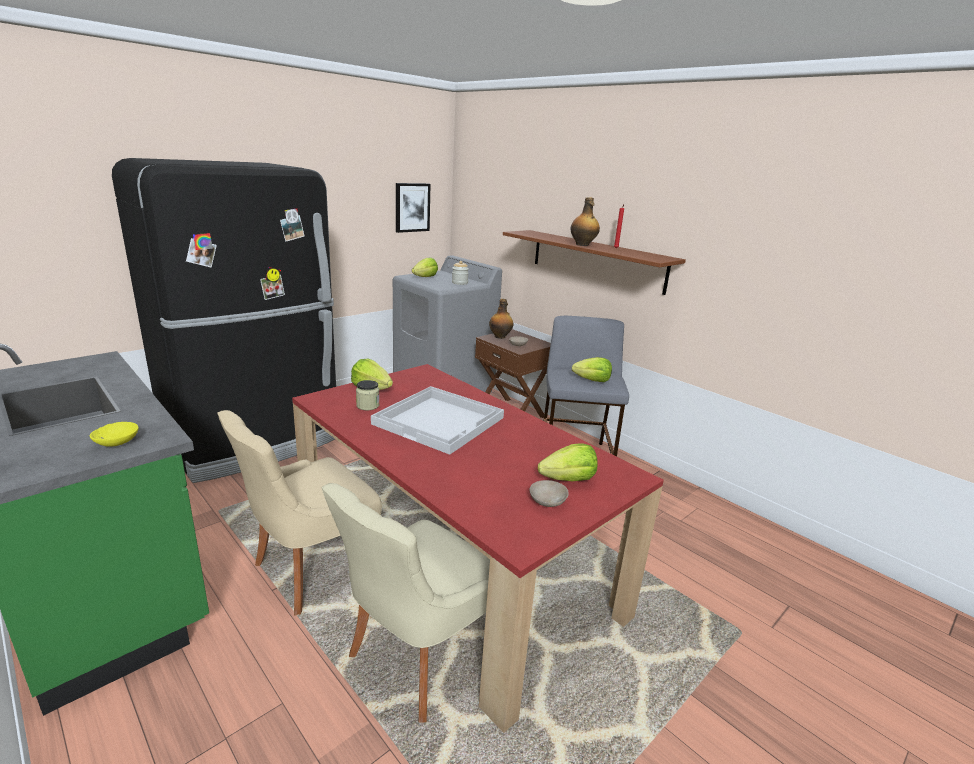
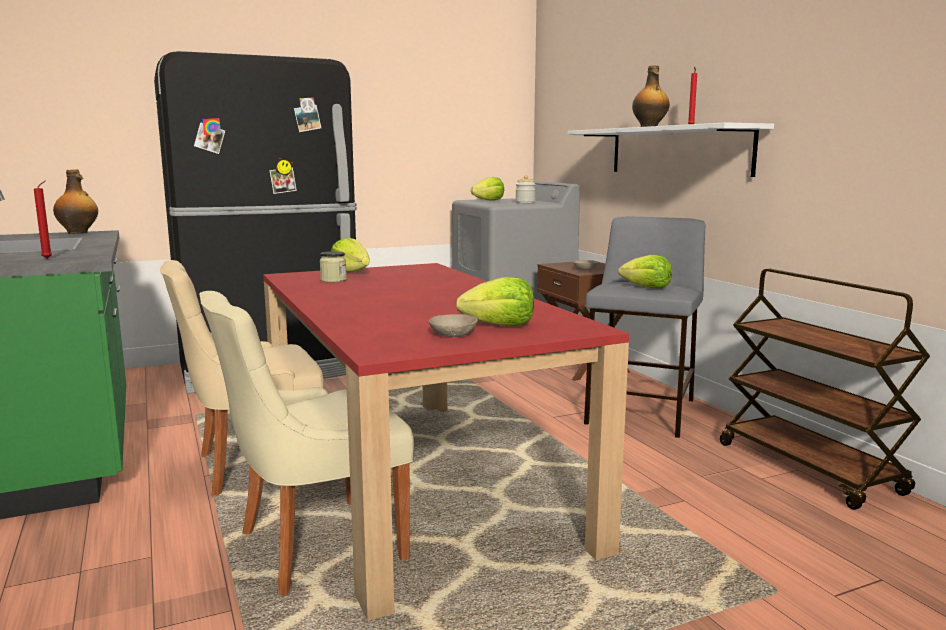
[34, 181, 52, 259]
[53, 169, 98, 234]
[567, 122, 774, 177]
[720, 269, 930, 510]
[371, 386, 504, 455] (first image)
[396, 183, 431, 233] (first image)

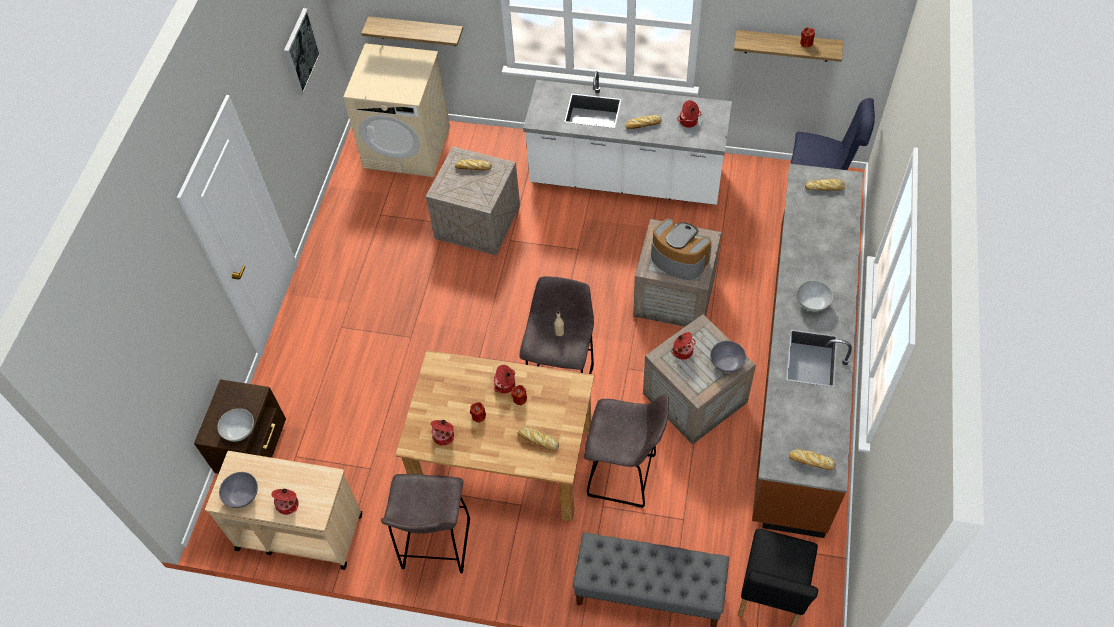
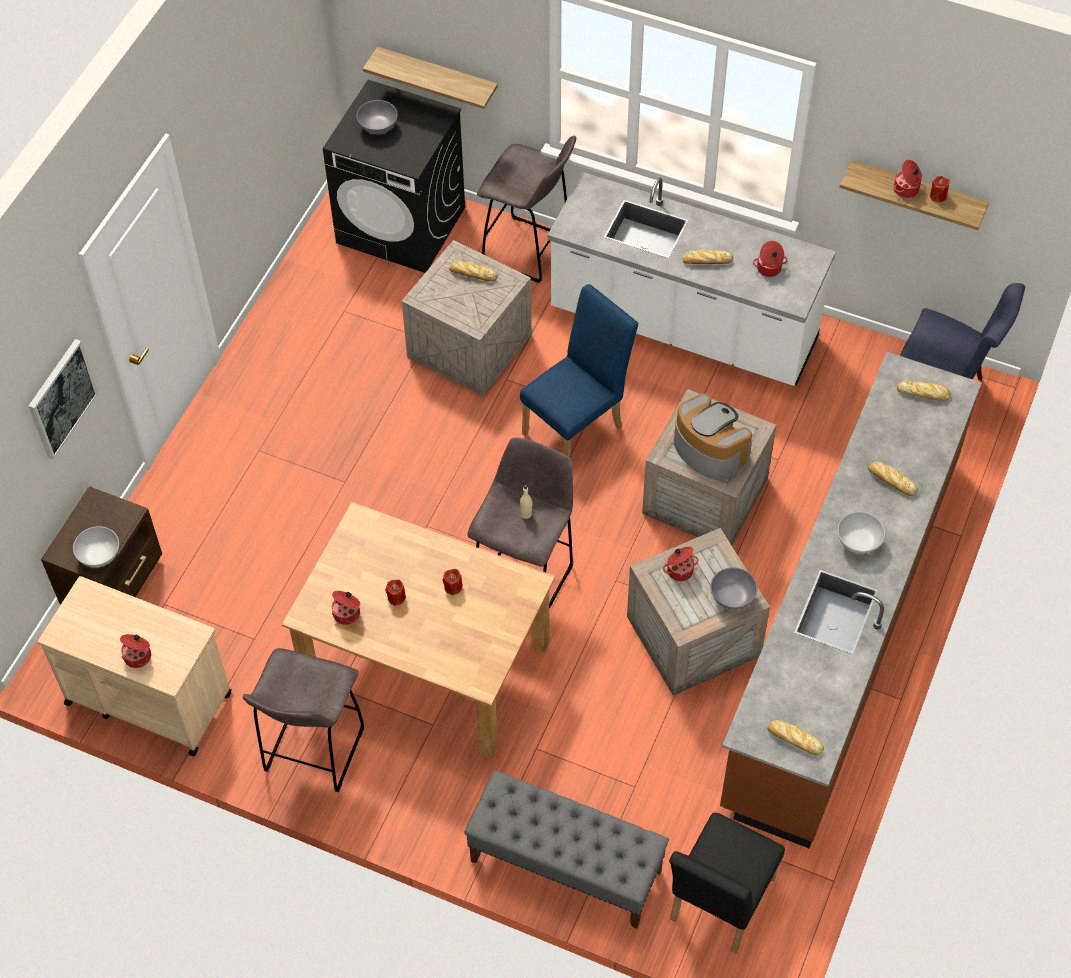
[29, 339, 98, 460]
[323, 80, 465, 273]
[357, 100, 398, 134]
[477, 136, 576, 283]
[520, 284, 638, 458]
[868, 462, 918, 496]
[894, 160, 922, 198]

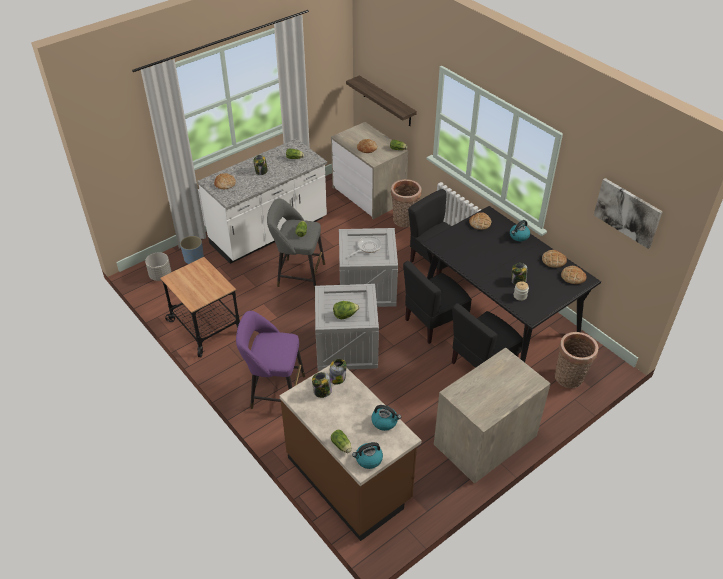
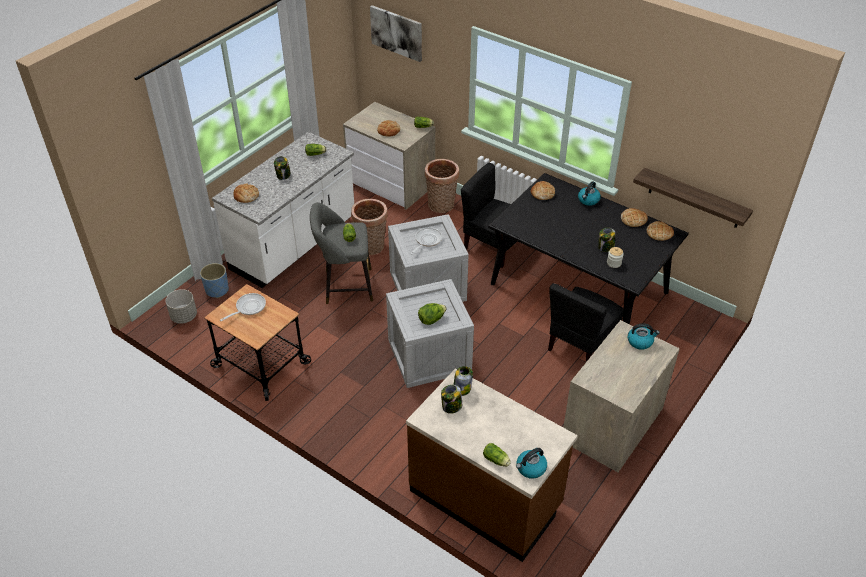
[220, 293, 266, 321]
[351, 199, 388, 255]
[370, 5, 422, 62]
[628, 324, 660, 350]
[633, 168, 753, 228]
[236, 311, 305, 409] (first image)
[403, 261, 472, 344] (first image)

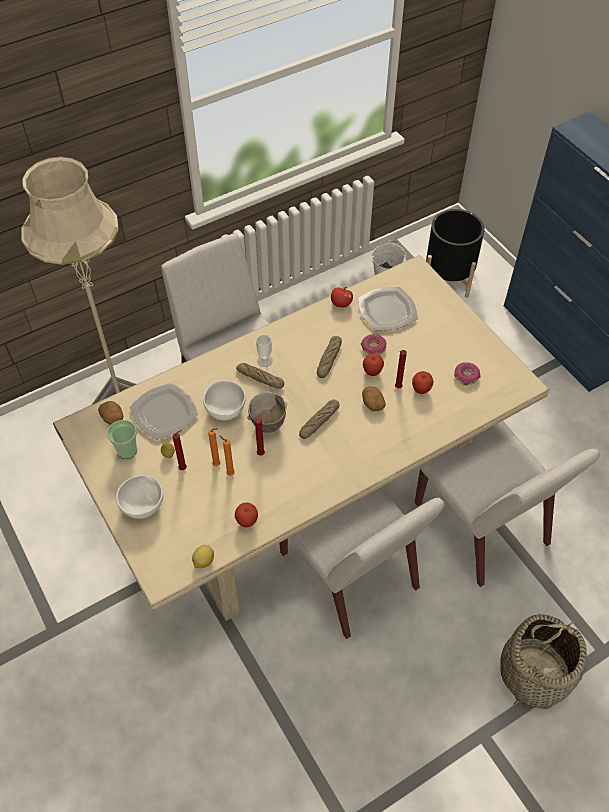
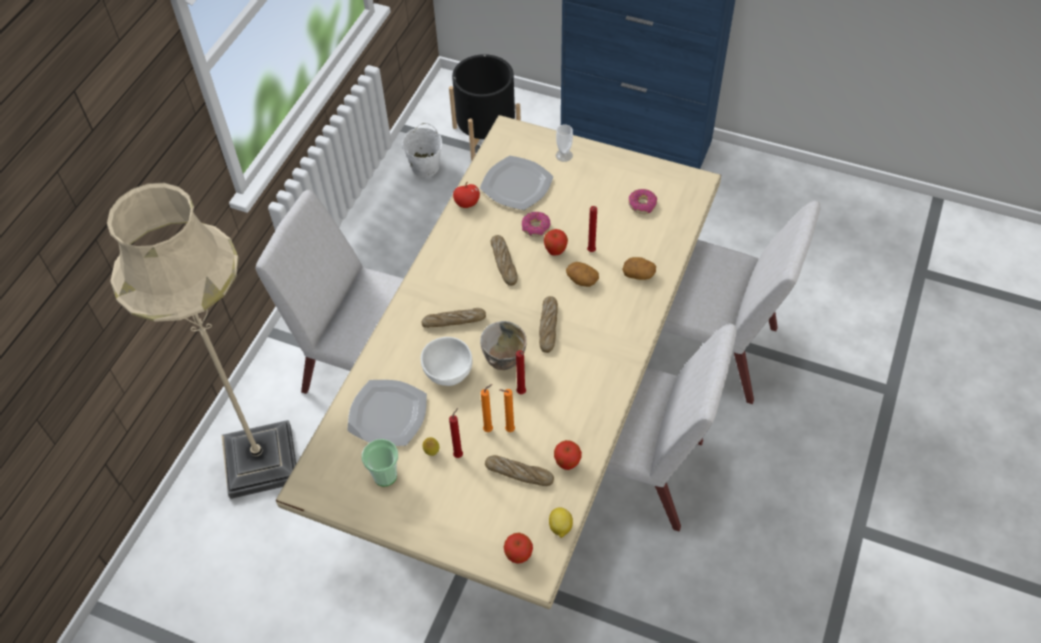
[485, 455, 554, 486]
[504, 533, 533, 564]
[556, 124, 573, 162]
[622, 257, 656, 280]
[116, 475, 163, 519] (first image)
[500, 614, 587, 709] (first image)

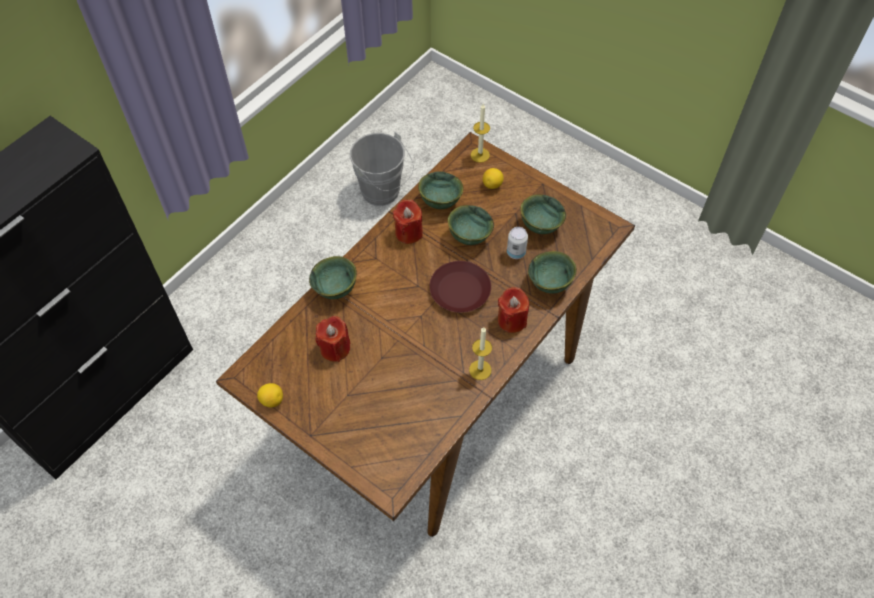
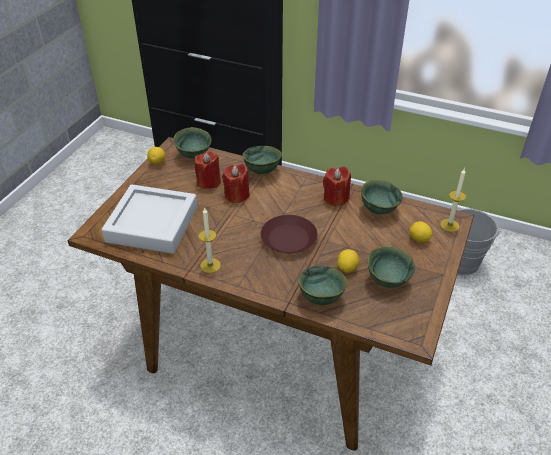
[102, 184, 197, 254]
[173, 127, 212, 159]
[222, 164, 250, 203]
[337, 249, 359, 273]

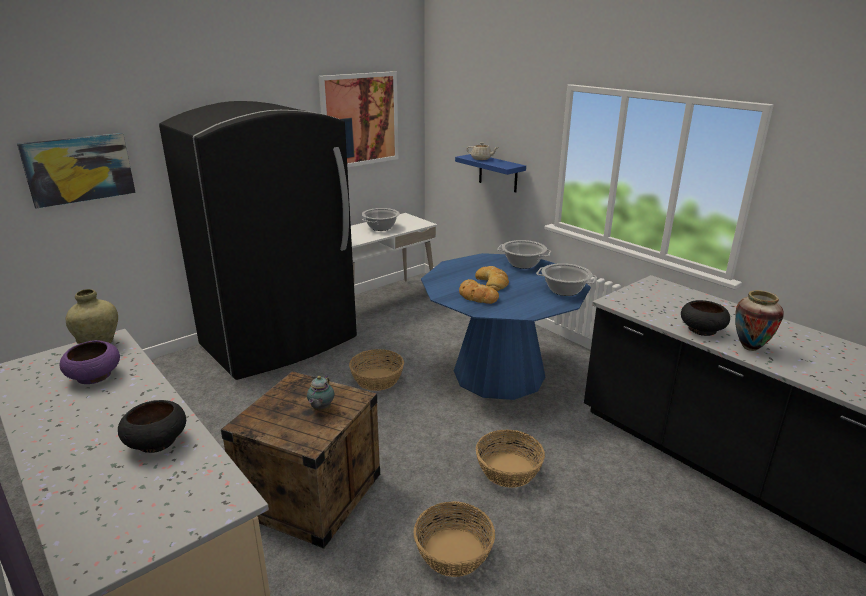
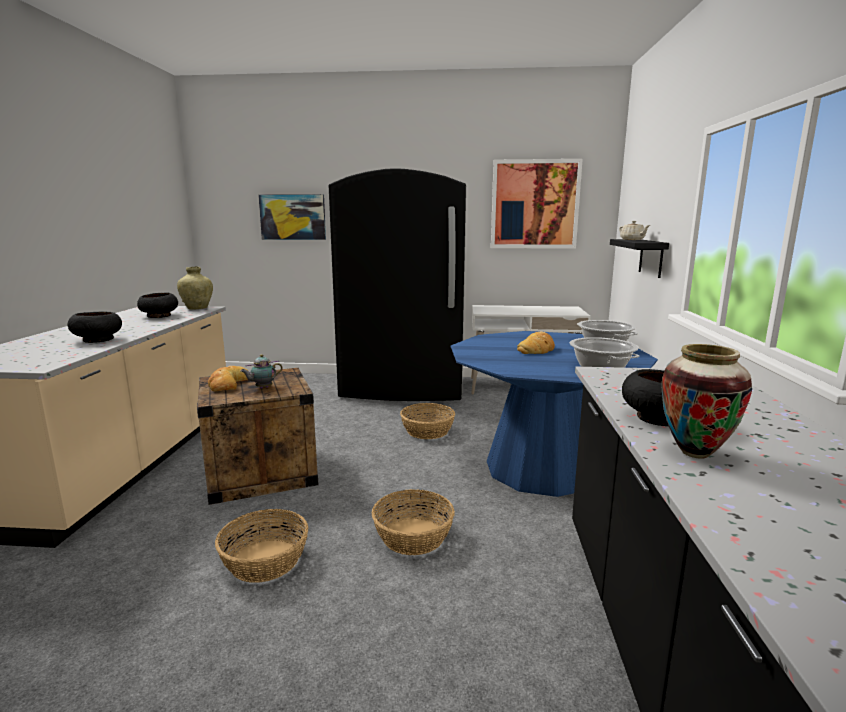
[137, 293, 178, 318]
[208, 366, 248, 392]
[610, 239, 669, 278]
[362, 208, 400, 231] (first image)

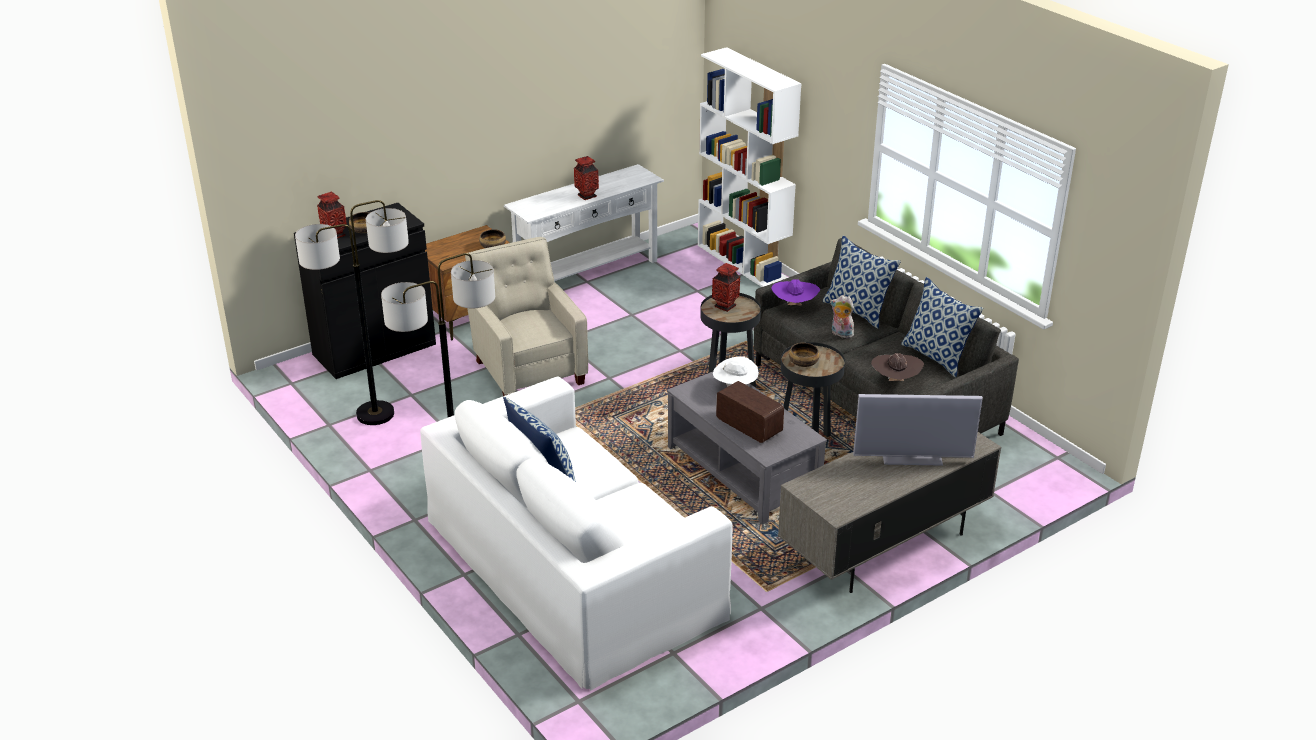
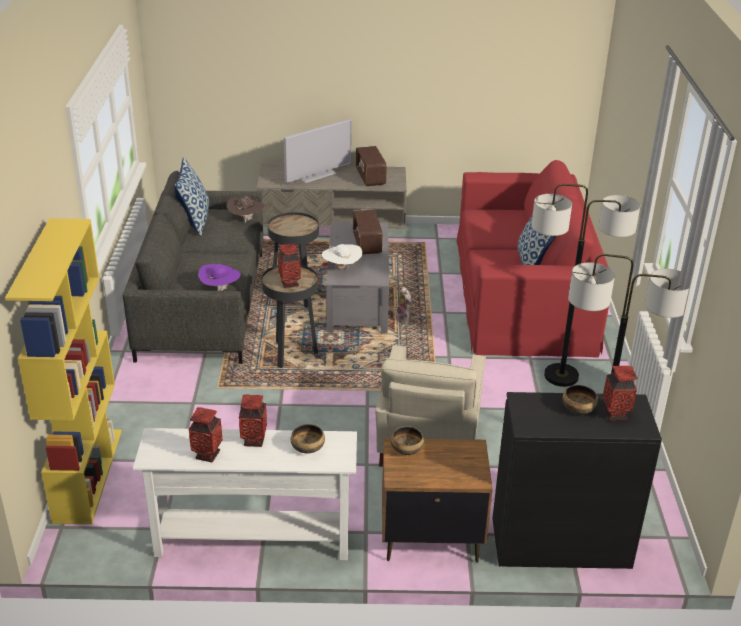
[5, 218, 122, 524]
[189, 407, 223, 462]
[284, 119, 352, 183]
[291, 424, 325, 453]
[356, 146, 387, 186]
[396, 287, 413, 324]
[457, 160, 609, 358]
[823, 236, 901, 329] (first image)

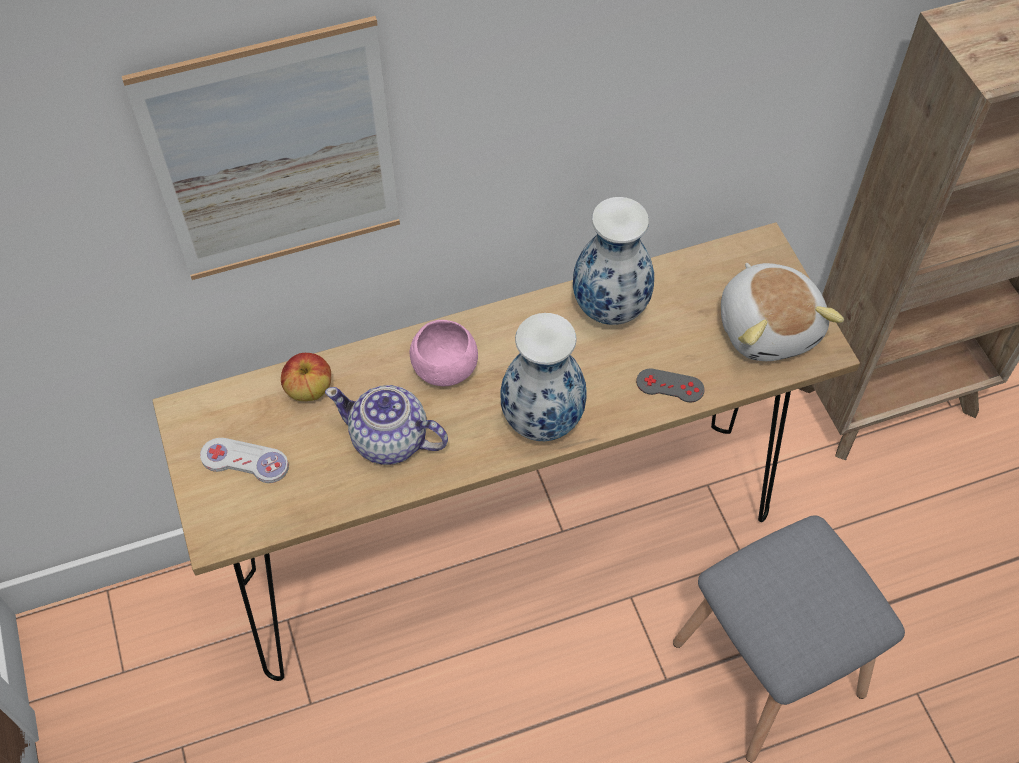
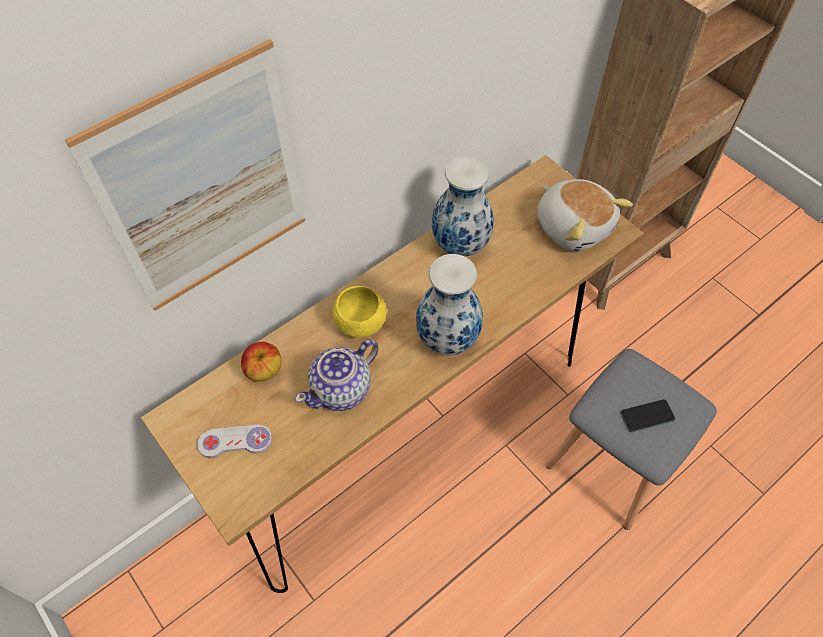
[295, 339, 379, 411]
[333, 286, 387, 338]
[621, 399, 675, 432]
[636, 368, 705, 402] (first image)

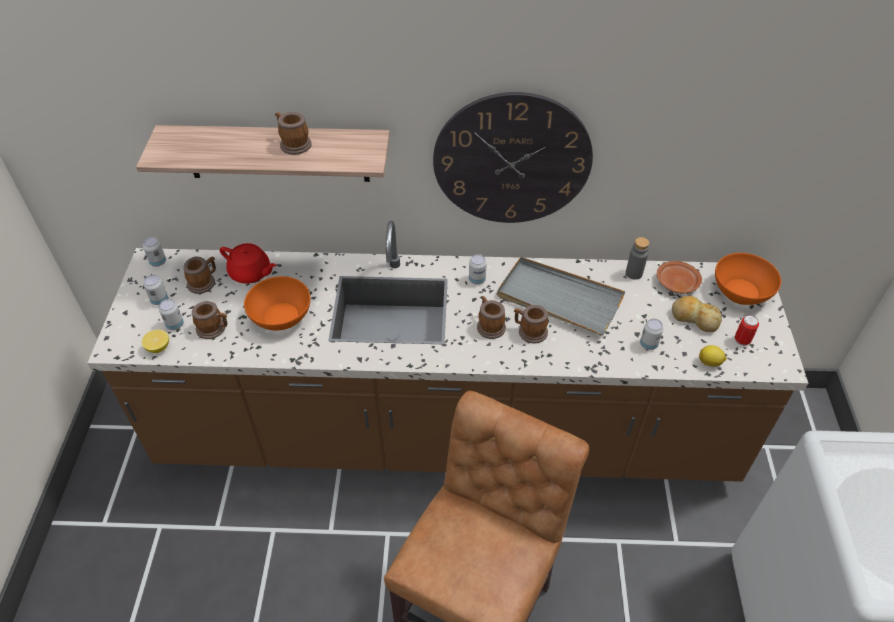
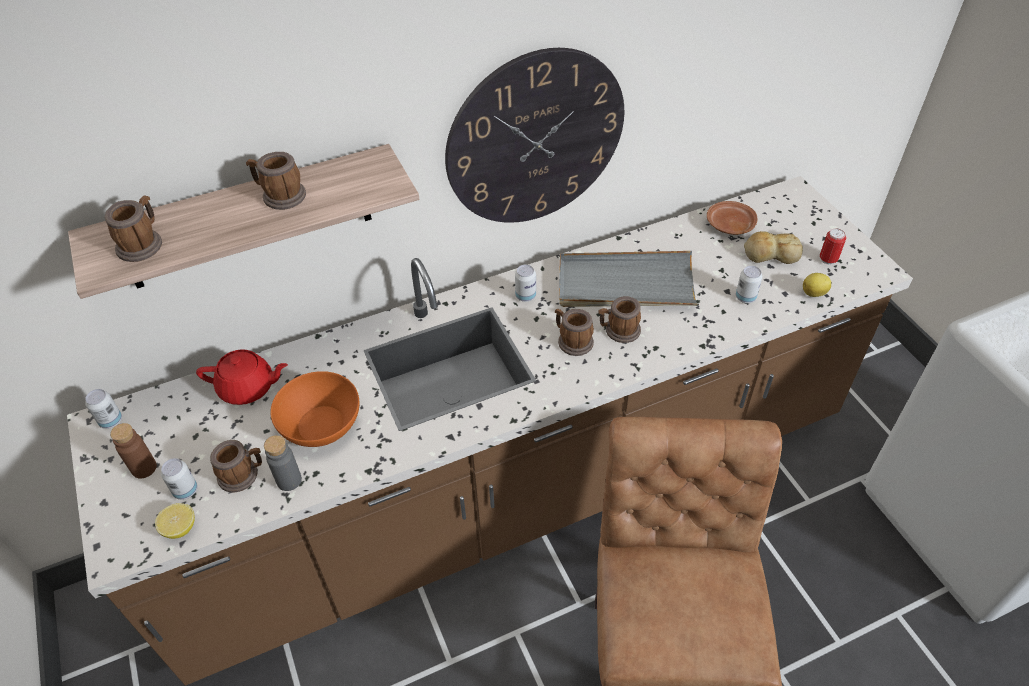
[105, 196, 162, 262]
[110, 423, 157, 479]
[264, 435, 302, 491]
[715, 253, 781, 305] (first image)

